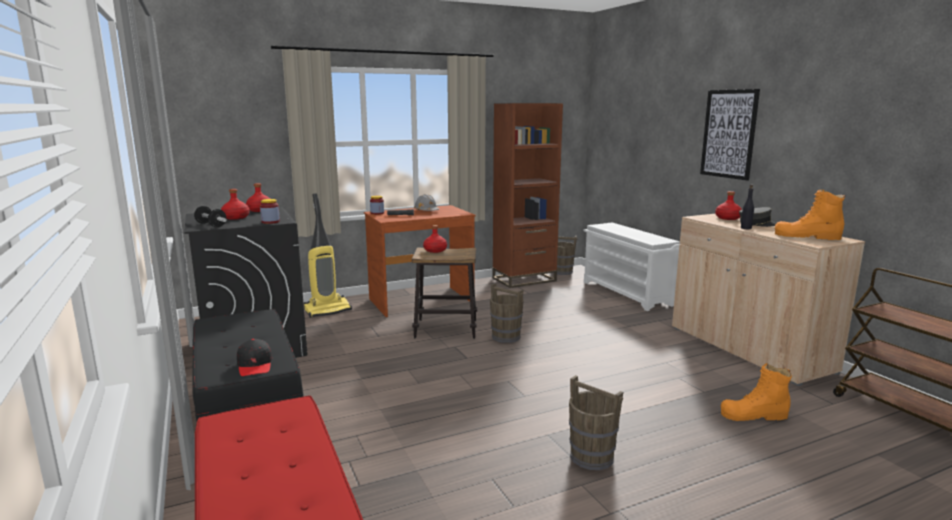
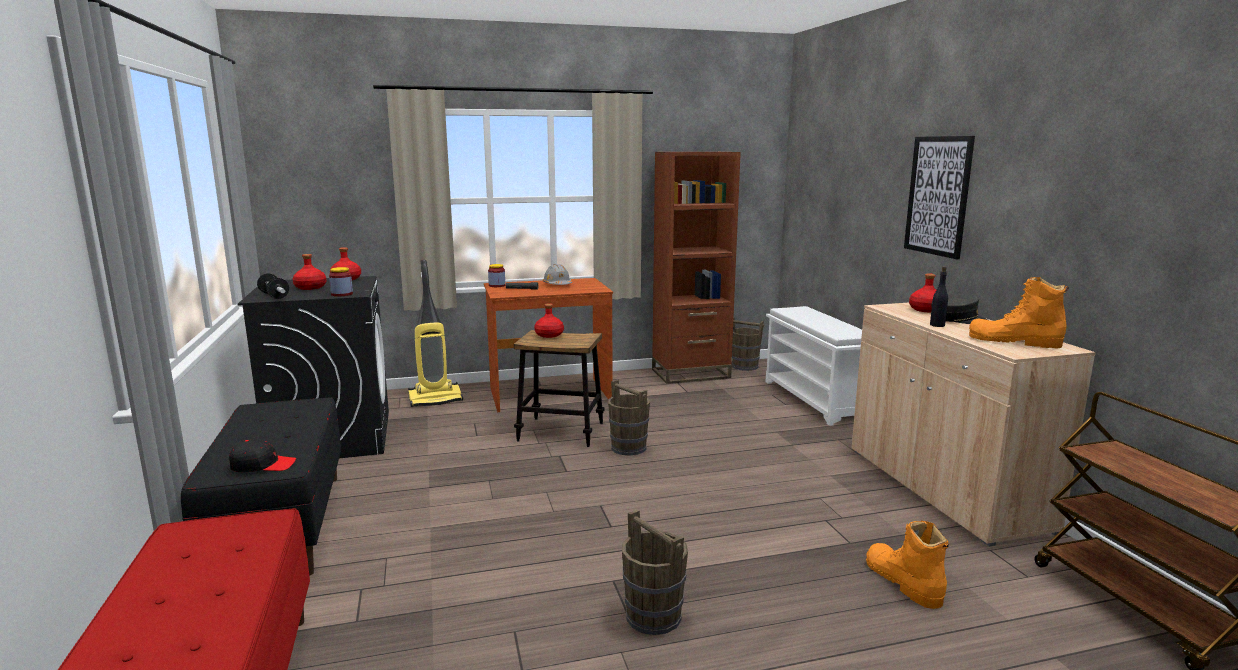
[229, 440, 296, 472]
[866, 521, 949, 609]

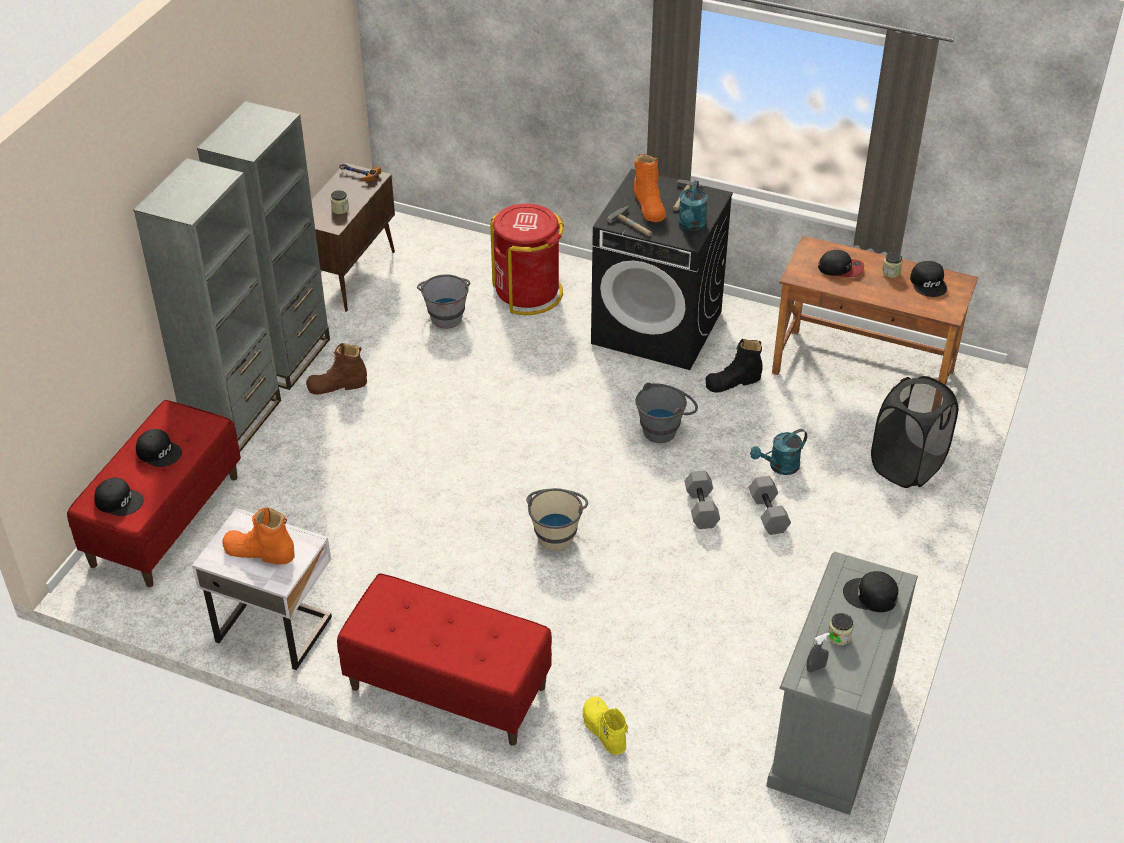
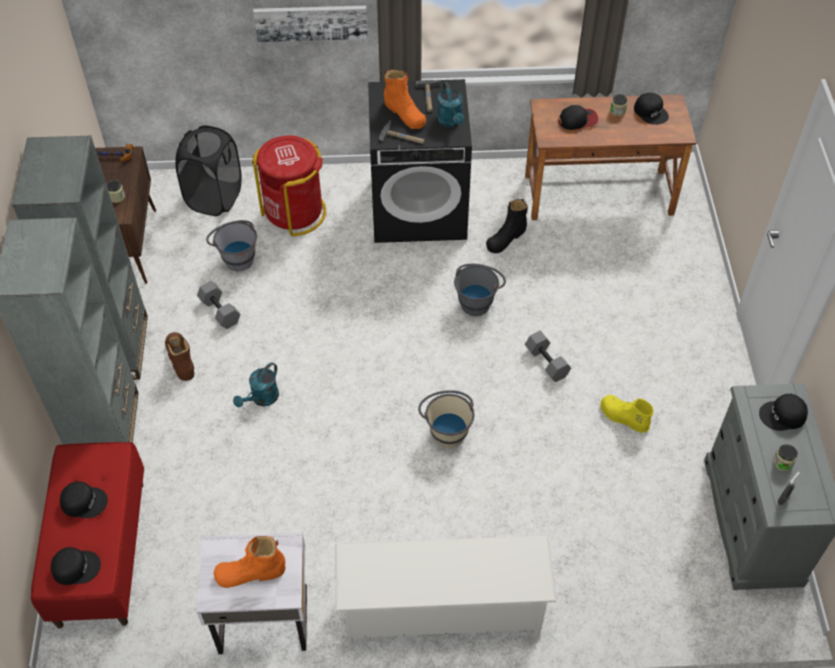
[165, 332, 194, 381]
[176, 126, 242, 216]
[197, 281, 240, 329]
[233, 362, 279, 407]
[253, 6, 368, 42]
[335, 535, 556, 647]
[600, 395, 653, 433]

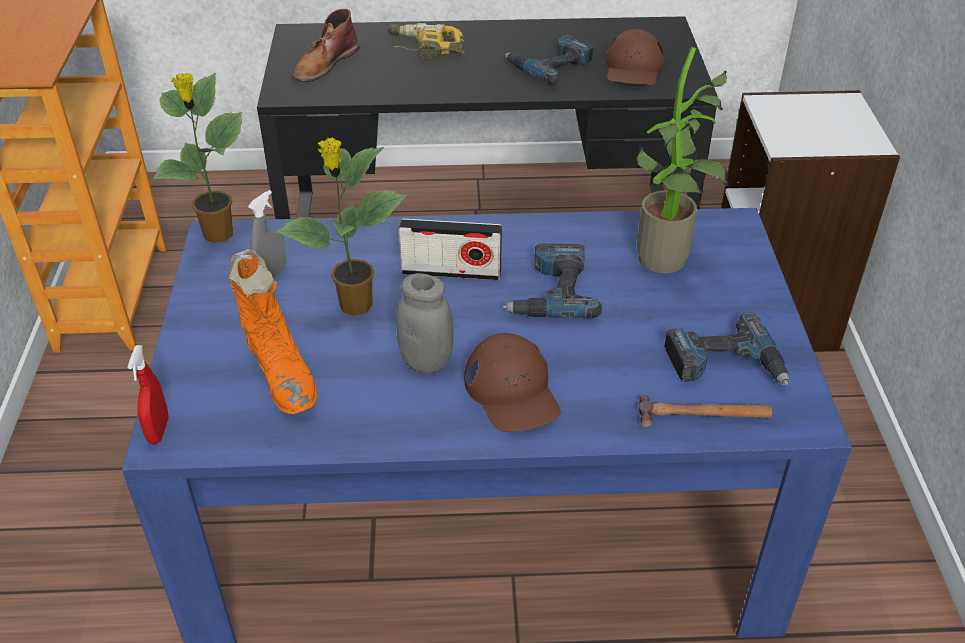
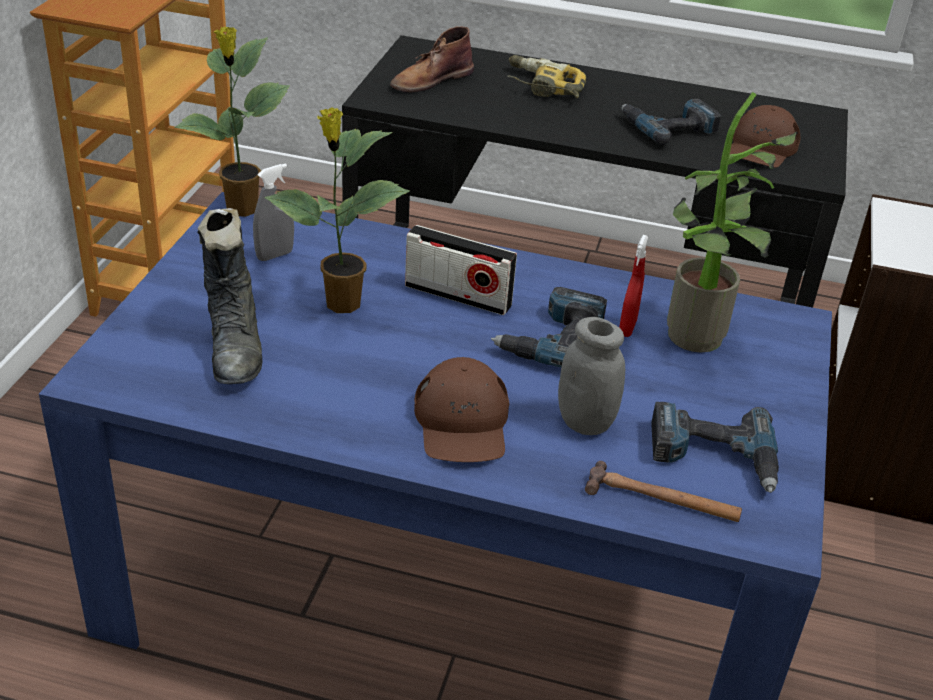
[197, 208, 263, 384]
[558, 317, 625, 435]
[619, 235, 648, 337]

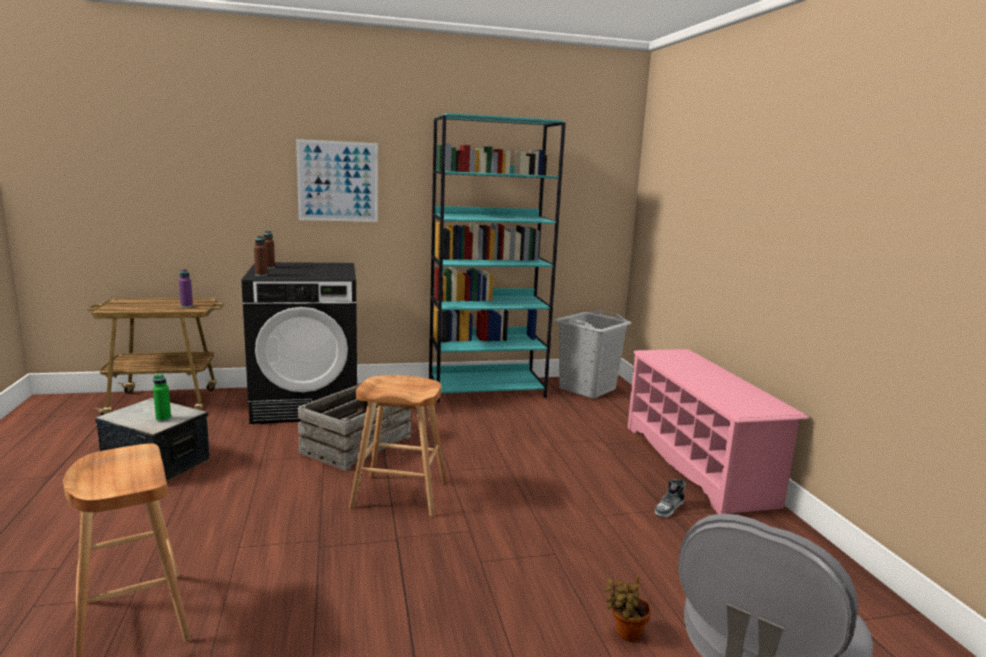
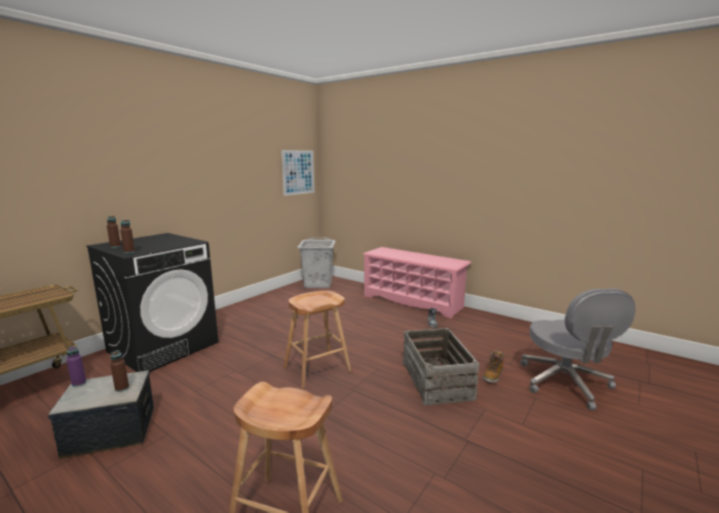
[66, 346, 86, 387]
[110, 350, 129, 392]
[281, 150, 314, 196]
[402, 328, 479, 406]
[483, 351, 505, 383]
[429, 113, 566, 402] (first image)

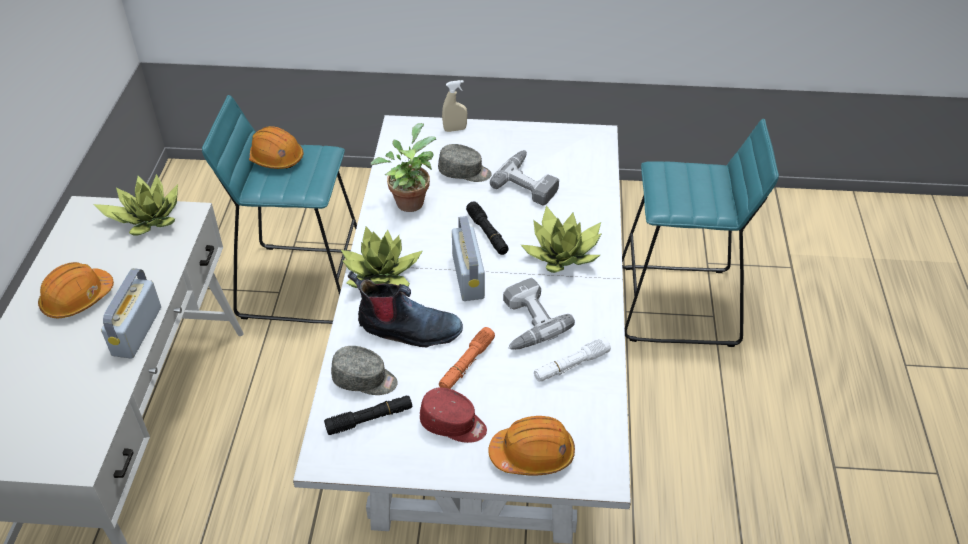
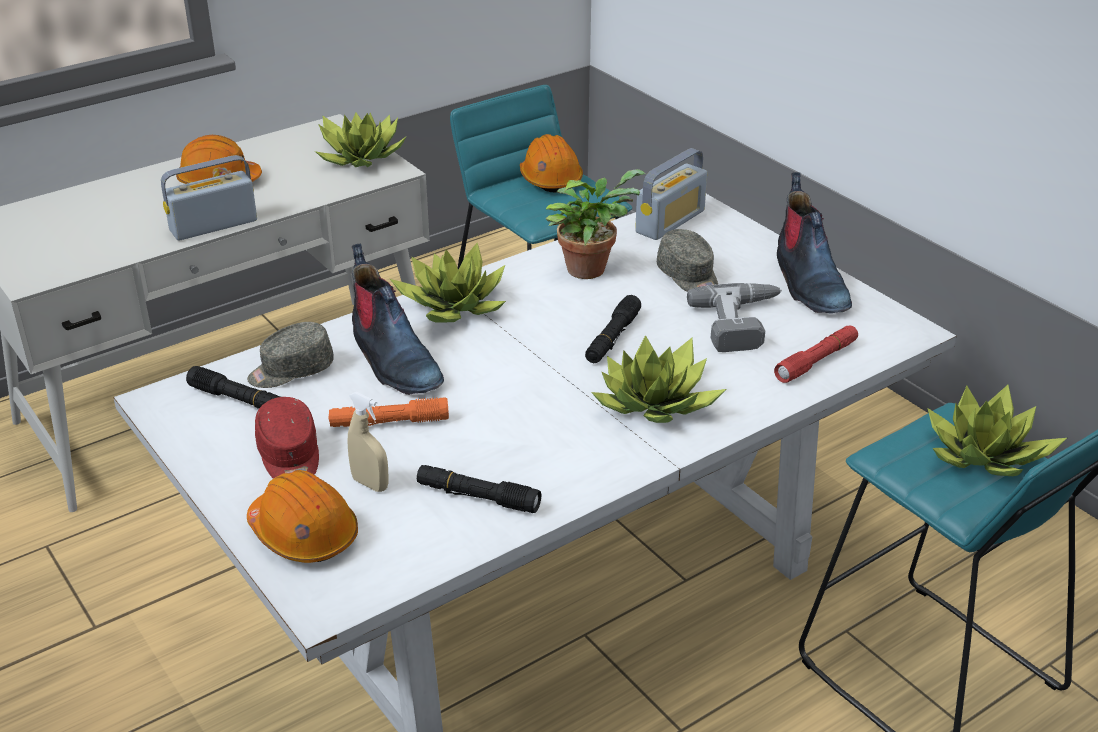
[247, 322, 334, 388]
[347, 392, 389, 492]
[417, 465, 541, 513]
[635, 148, 707, 240]
[774, 325, 858, 383]
[777, 172, 852, 313]
[927, 385, 1067, 476]
[503, 278, 575, 350] (first image)

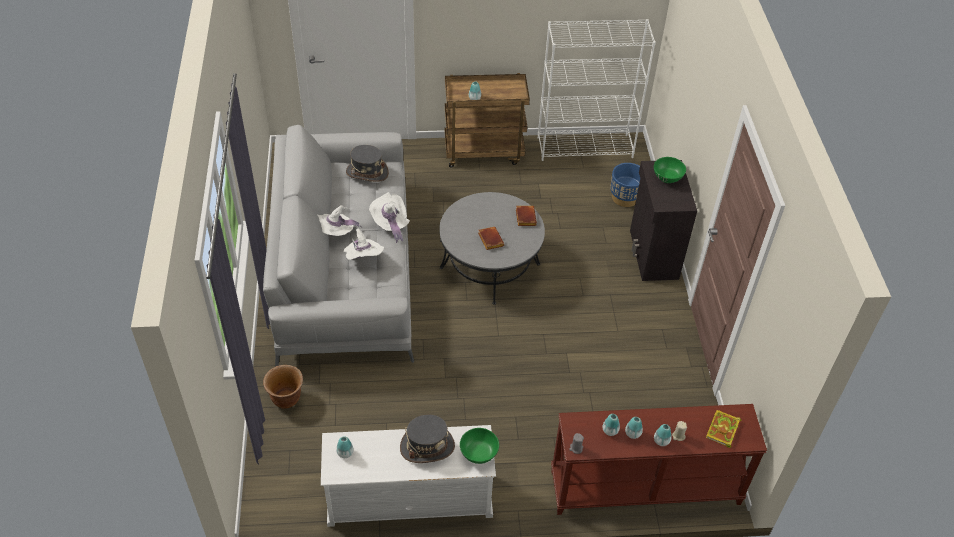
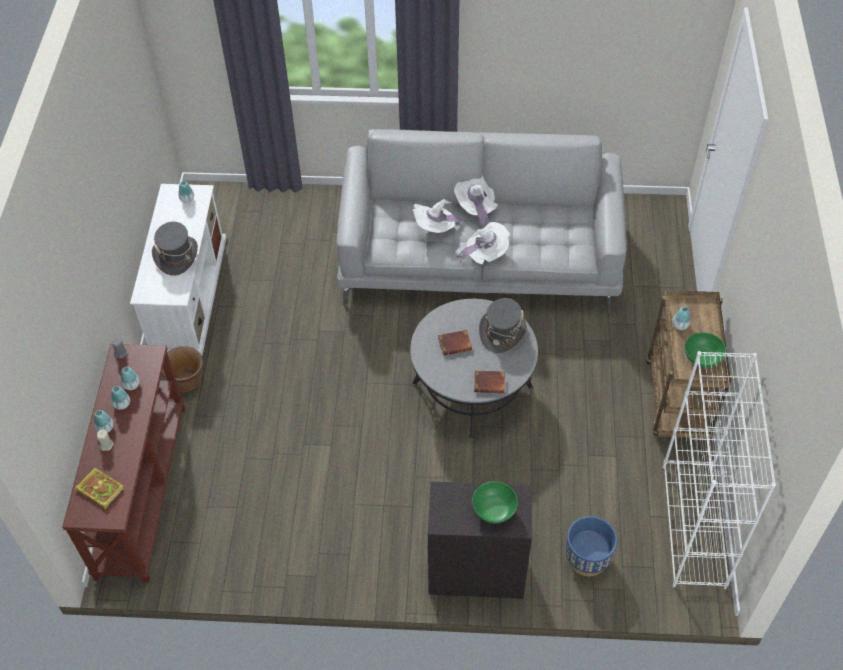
[162, 346, 203, 392]
[479, 298, 527, 353]
[685, 332, 726, 368]

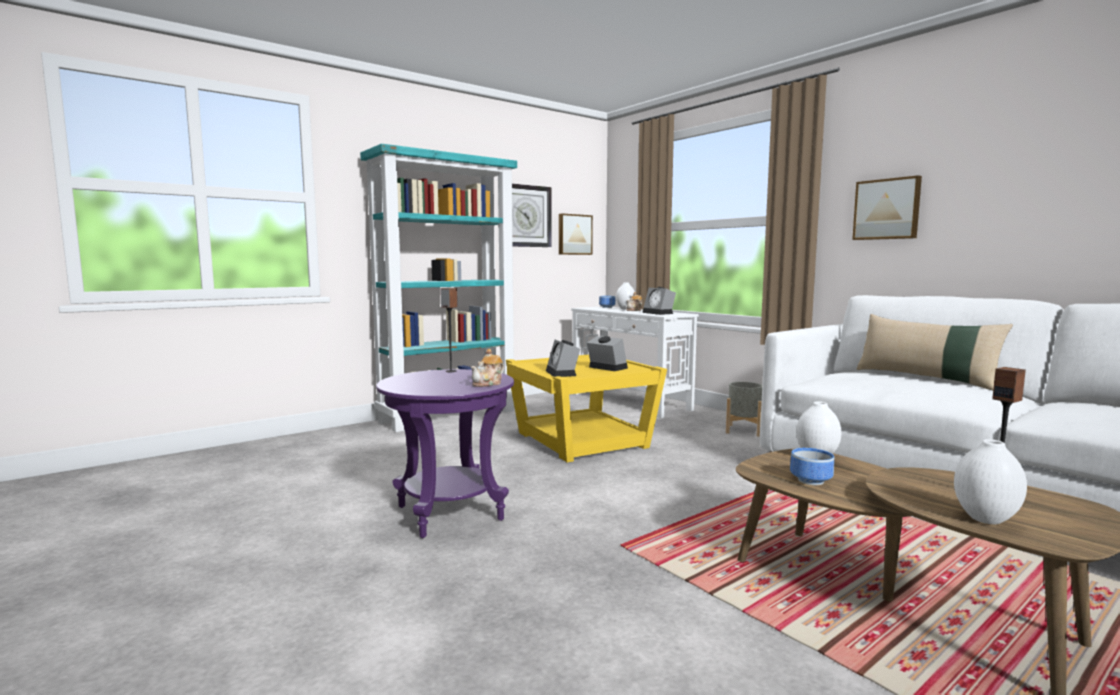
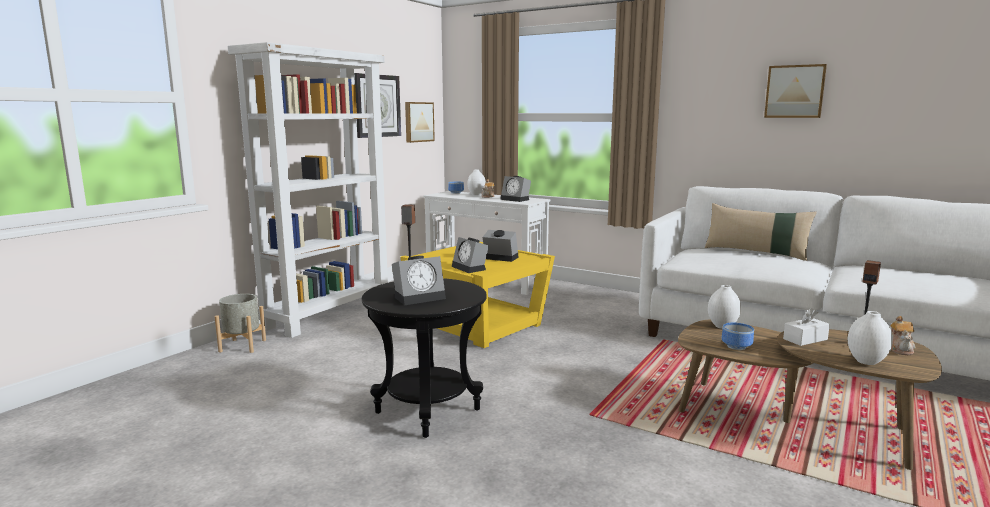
[215, 294, 266, 353]
[228, 42, 389, 338]
[362, 278, 487, 438]
[392, 256, 446, 305]
[764, 64, 827, 118]
[783, 308, 830, 346]
[890, 316, 915, 355]

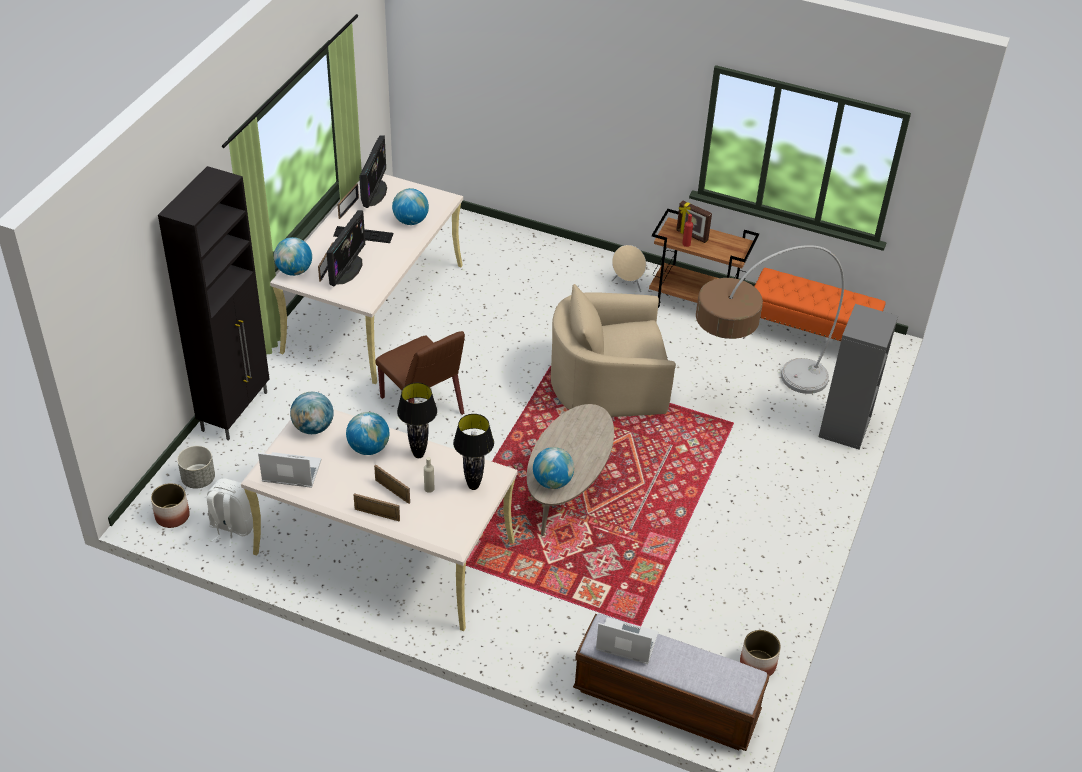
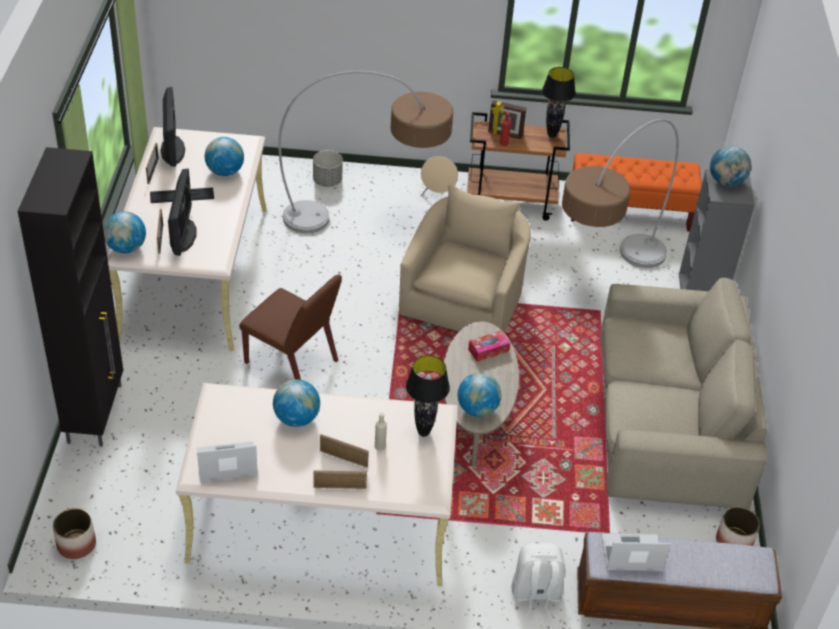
[278, 71, 453, 233]
[313, 150, 343, 187]
[399, 184, 531, 332]
[468, 331, 510, 362]
[511, 543, 565, 617]
[542, 67, 576, 138]
[600, 278, 767, 509]
[710, 146, 751, 186]

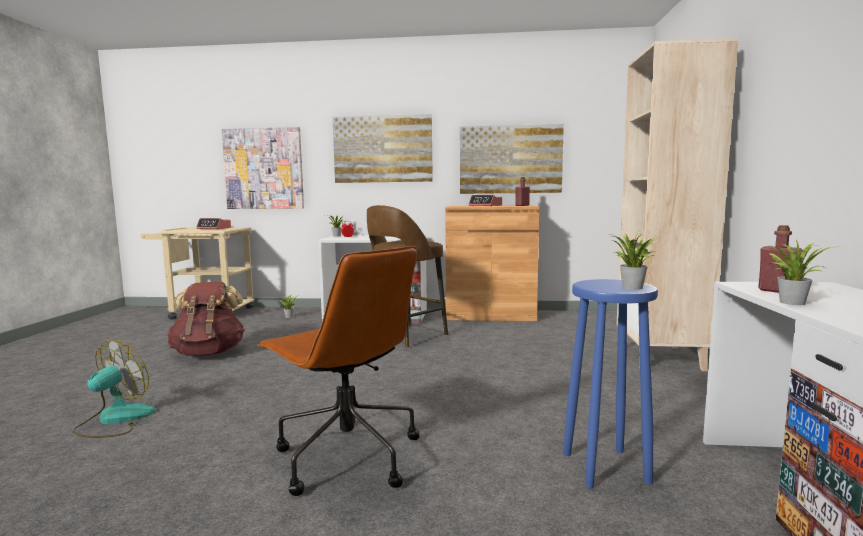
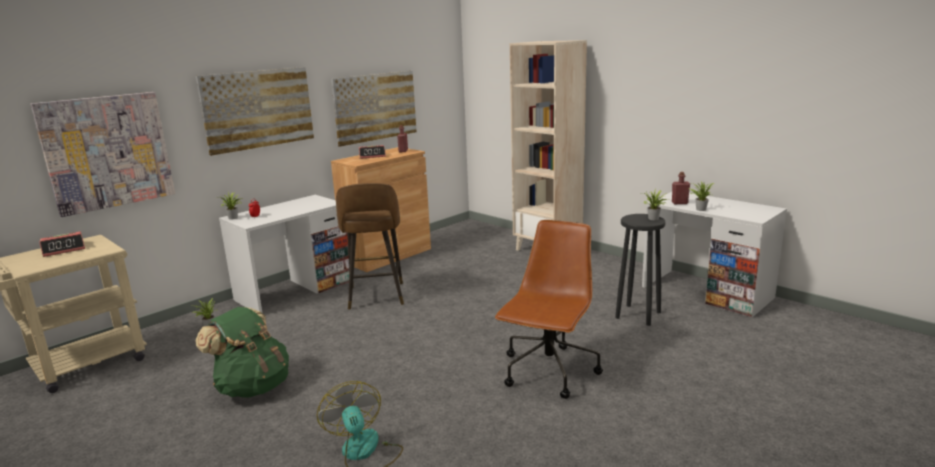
[195, 307, 289, 398]
[495, 220, 603, 399]
[615, 214, 666, 326]

